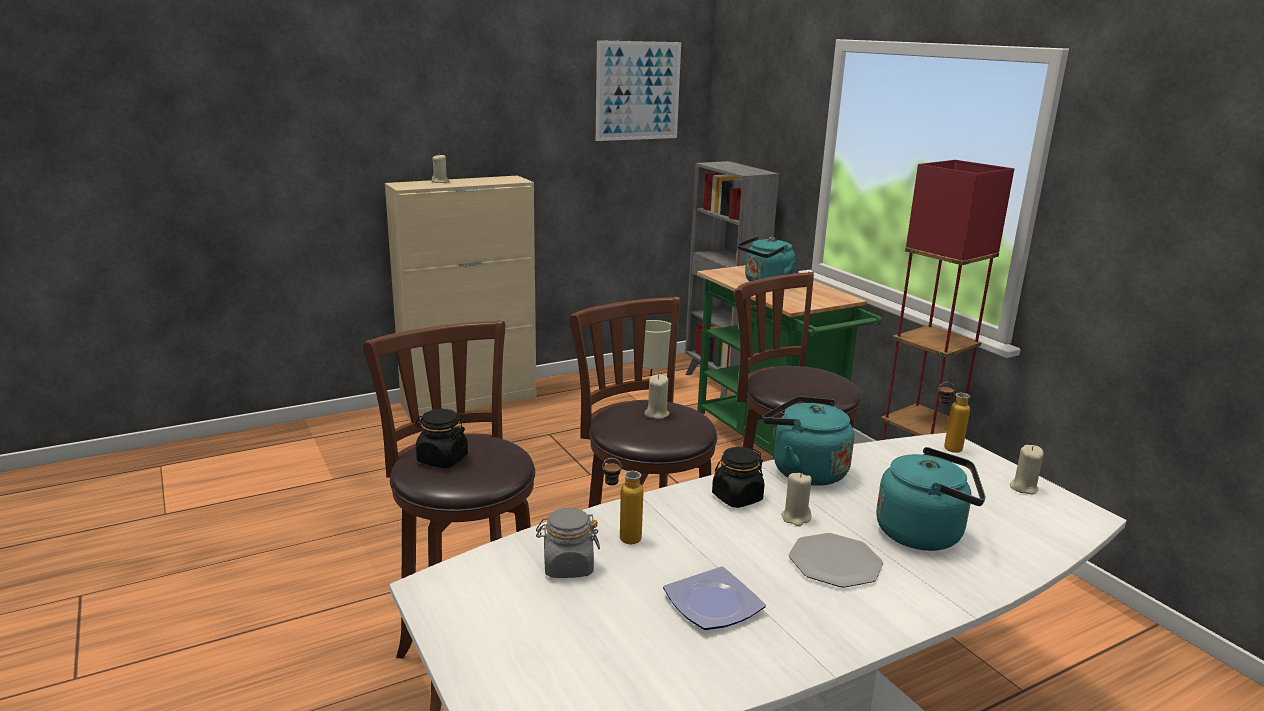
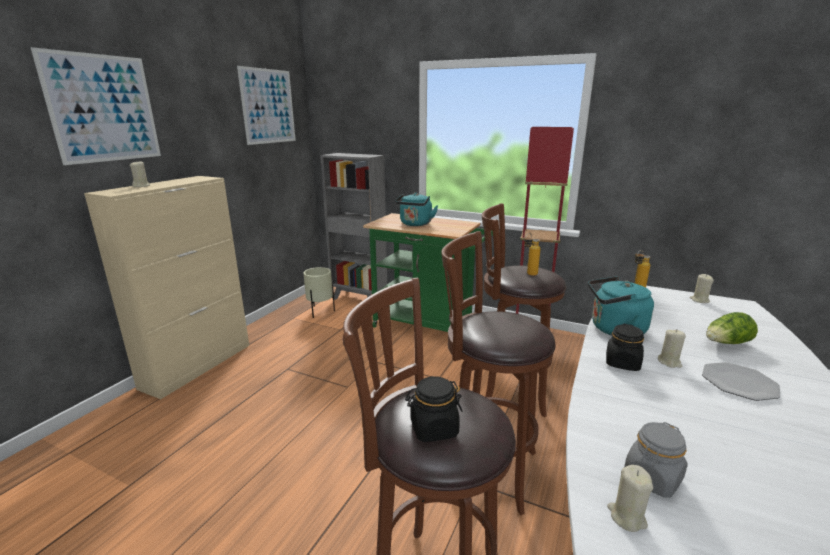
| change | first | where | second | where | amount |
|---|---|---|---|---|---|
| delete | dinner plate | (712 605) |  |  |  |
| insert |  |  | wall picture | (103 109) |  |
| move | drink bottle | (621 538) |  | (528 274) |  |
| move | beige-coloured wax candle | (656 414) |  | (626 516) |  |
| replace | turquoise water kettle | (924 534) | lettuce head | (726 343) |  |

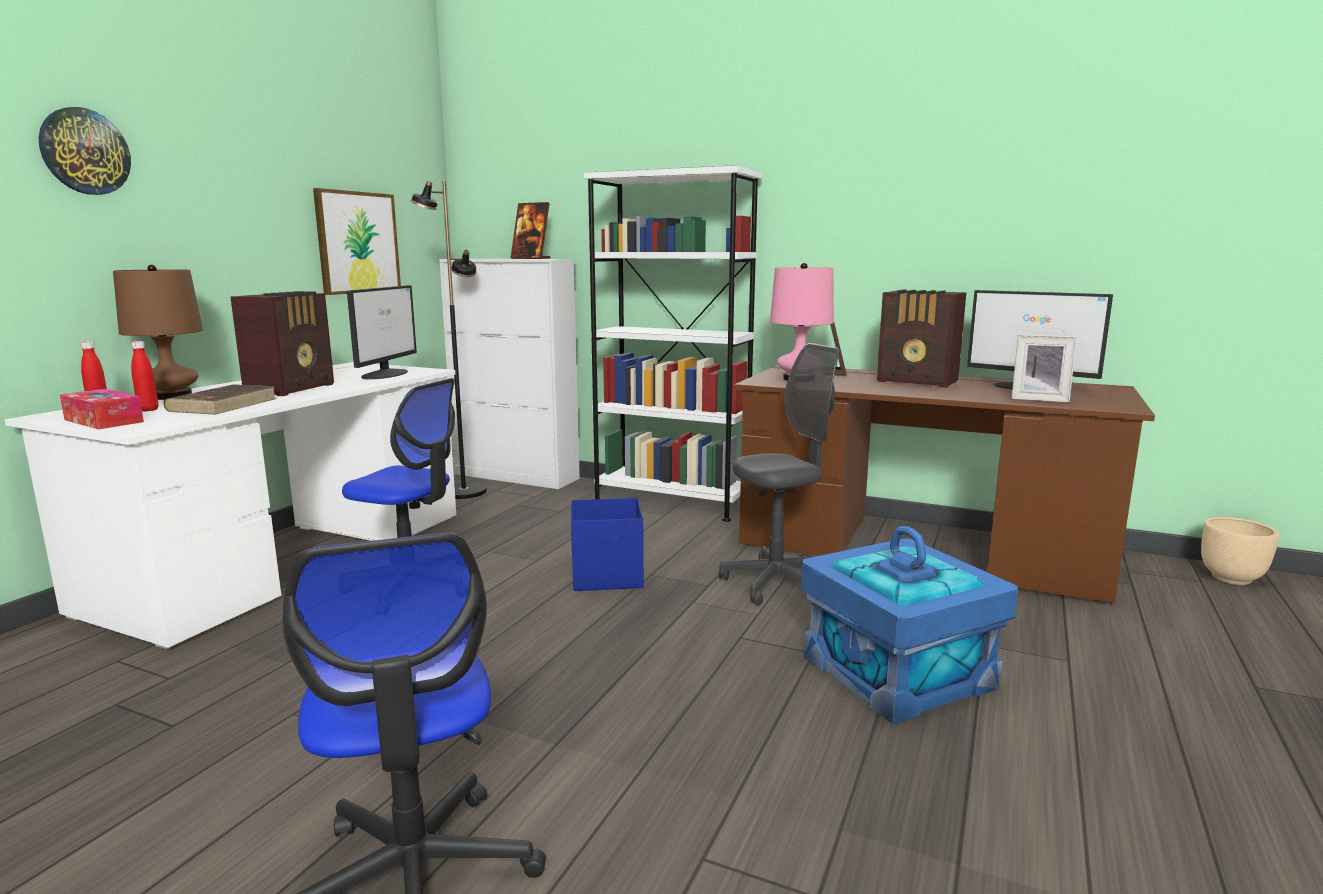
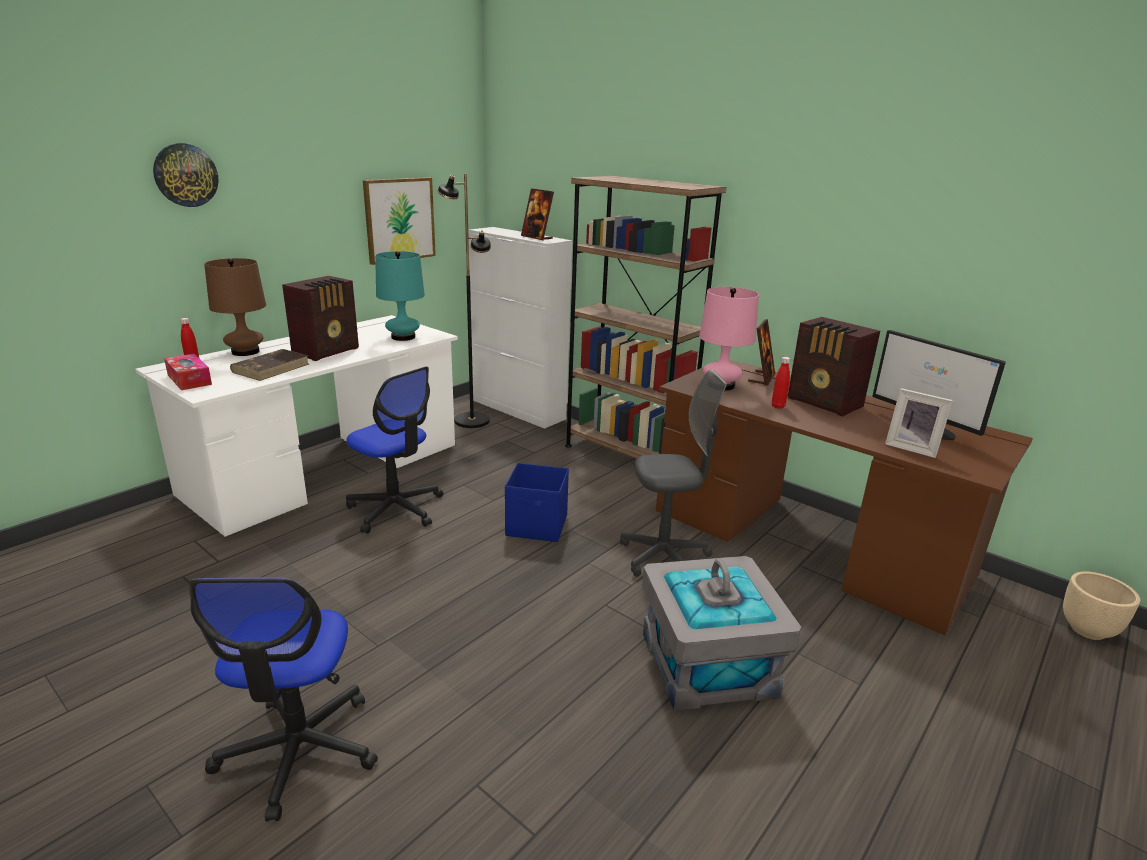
| change | first | where | second | where | amount |
|---|---|---|---|---|---|
| move | reddish drink bottle | (148 410) |  | (778 406) |  |
| replace | computer screen | (386 374) | turquoise table lamp | (403 337) |  |
| recolor | whitish shelving unit | (671 502) | brown-coloured shelving unit | (626 456) |  |
| recolor | blue-coloured storage container | (898 672) | greyish storage container | (708 664) |  |

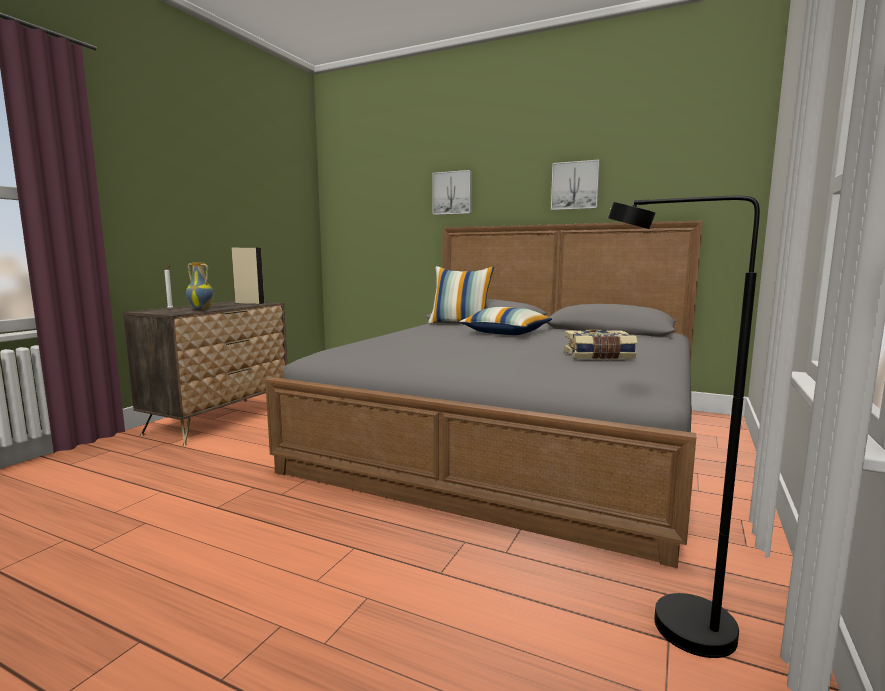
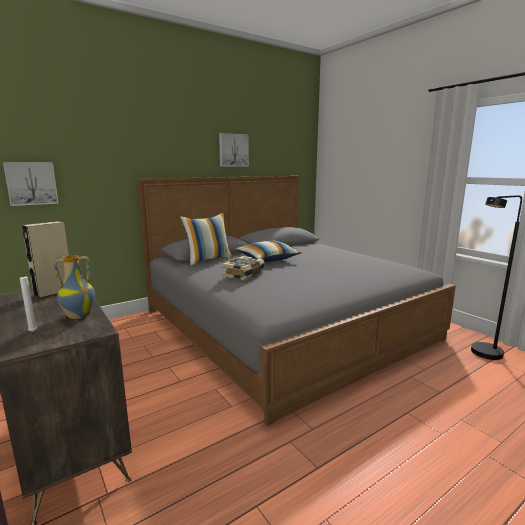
| change | first | where | second | where | amount |
|---|---|---|---|---|---|
| move | wall picture | (452 193) |  | (31 183) |  |
| move | book | (599 356) |  | (244 275) |  |

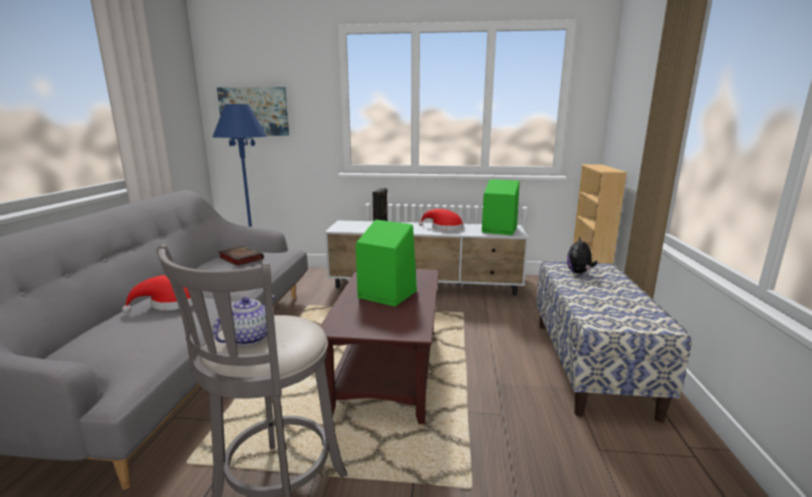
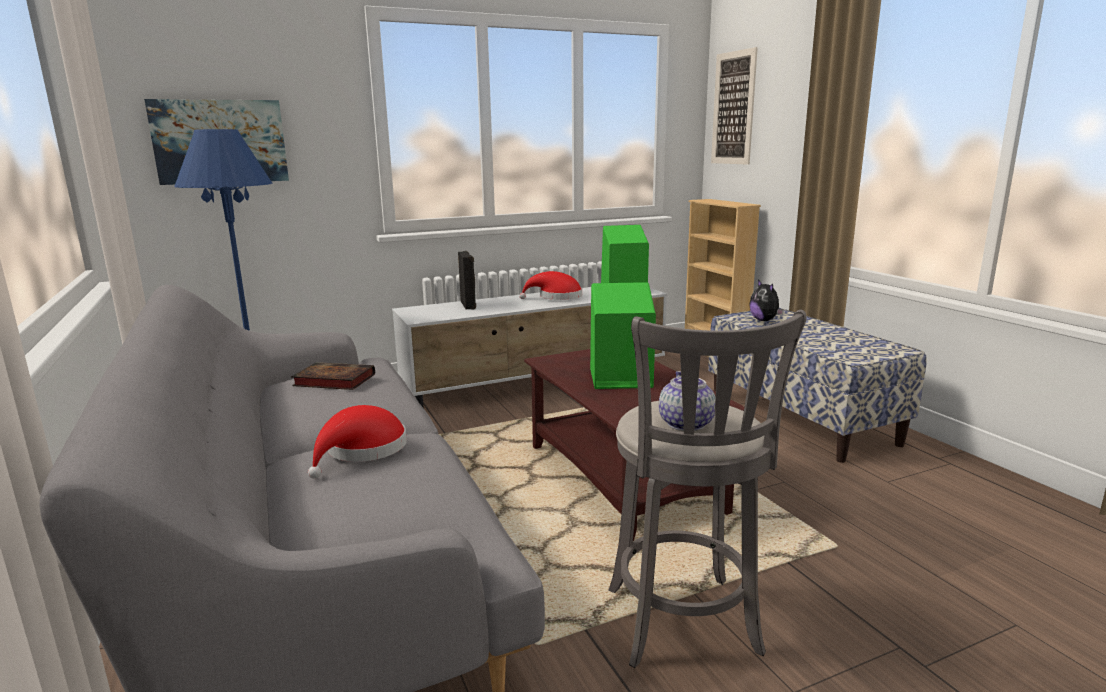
| change | first | where | second | where | amount |
|---|---|---|---|---|---|
| insert |  |  | wall picture | (733 108) |  |

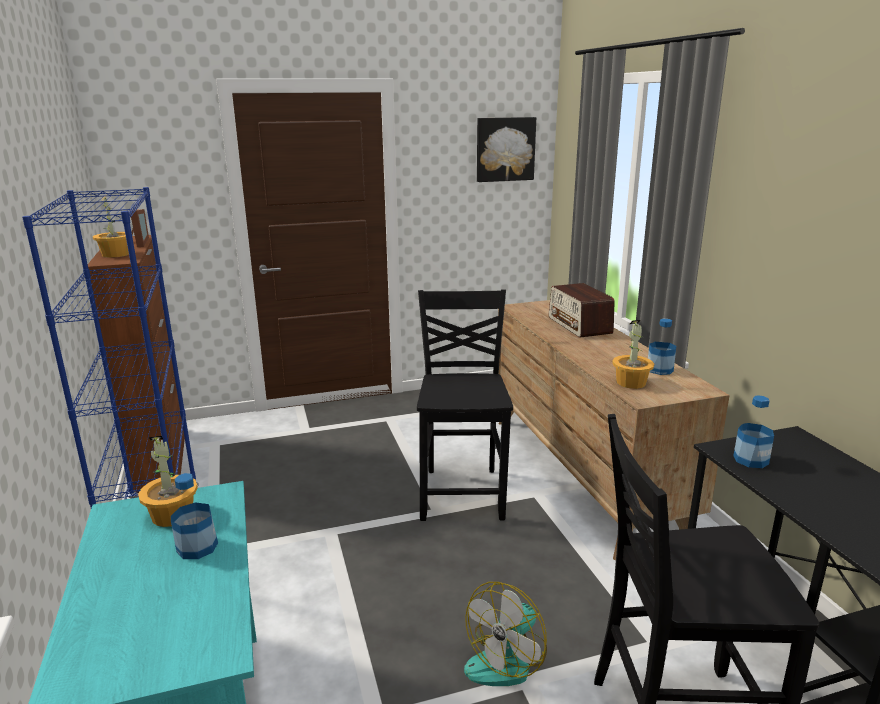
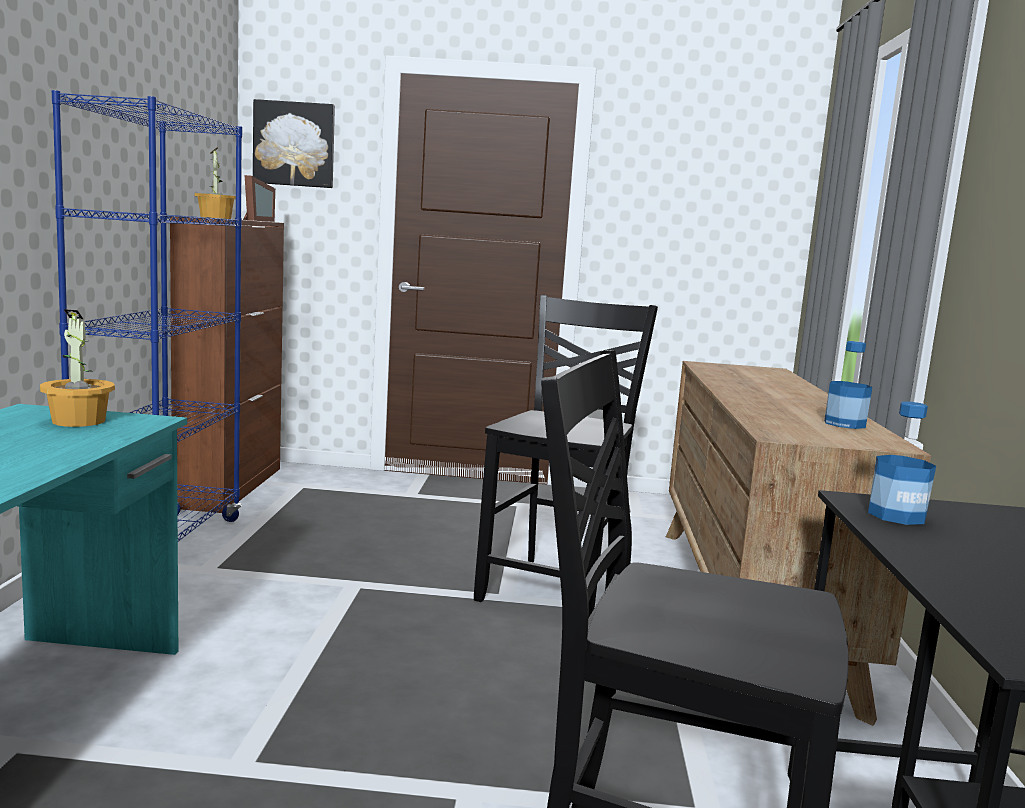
| change | first | where | second | where | amount |
|---|---|---|---|---|---|
| delete | drink bottle | (197 547) |  |  |  |
| delete | electric fan | (508 659) |  |  |  |
| delete | radio set | (579 325) |  |  |  |
| delete | plant in a pot | (631 383) |  |  |  |
| move | wall picture | (505 149) |  | (294 144) |  |

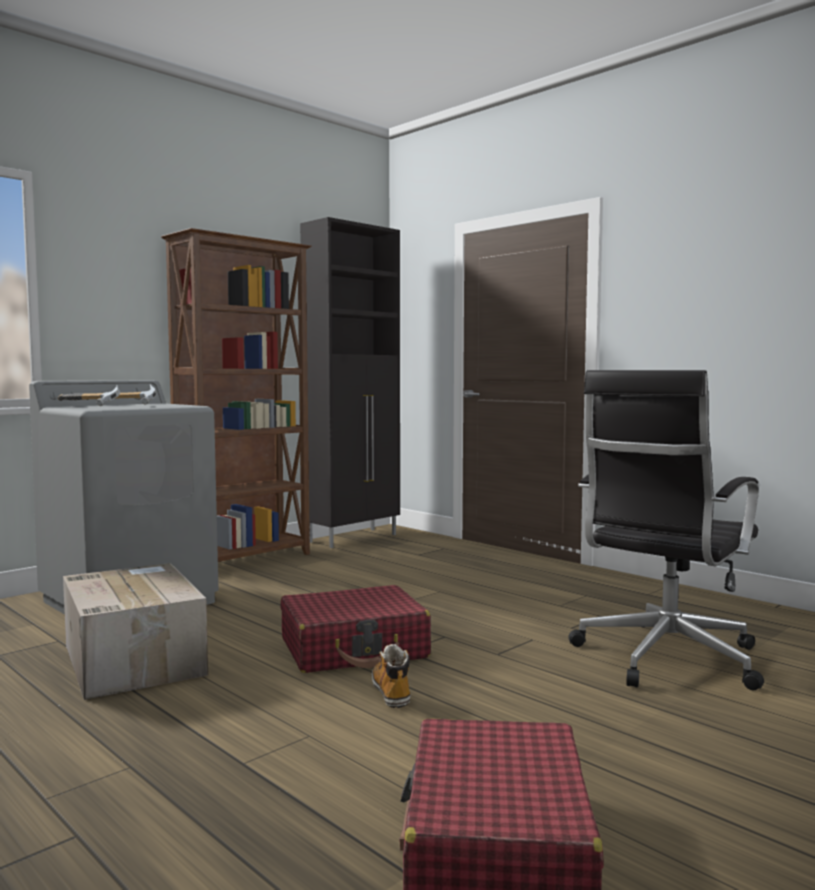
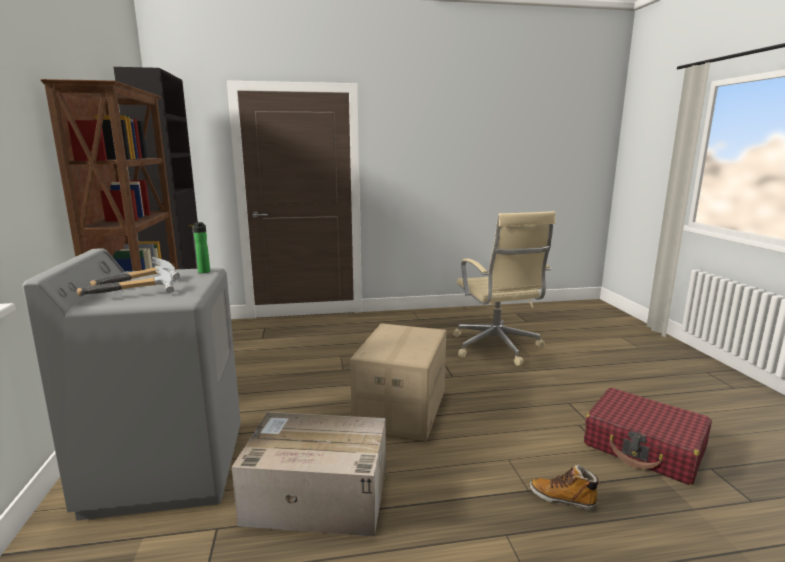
| change | first | where | second | where | amount |
|---|---|---|---|---|---|
| insert |  |  | drink bottle | (204 271) |  |
| move | tall boot | (391 693) |  | (563 499) |  |
| replace | reddish piece of luggage | (354 649) | cardboard box | (400 409) |  |
| recolor | black office chair | (664 659) | beige-coloured office chair | (496 348) |  |

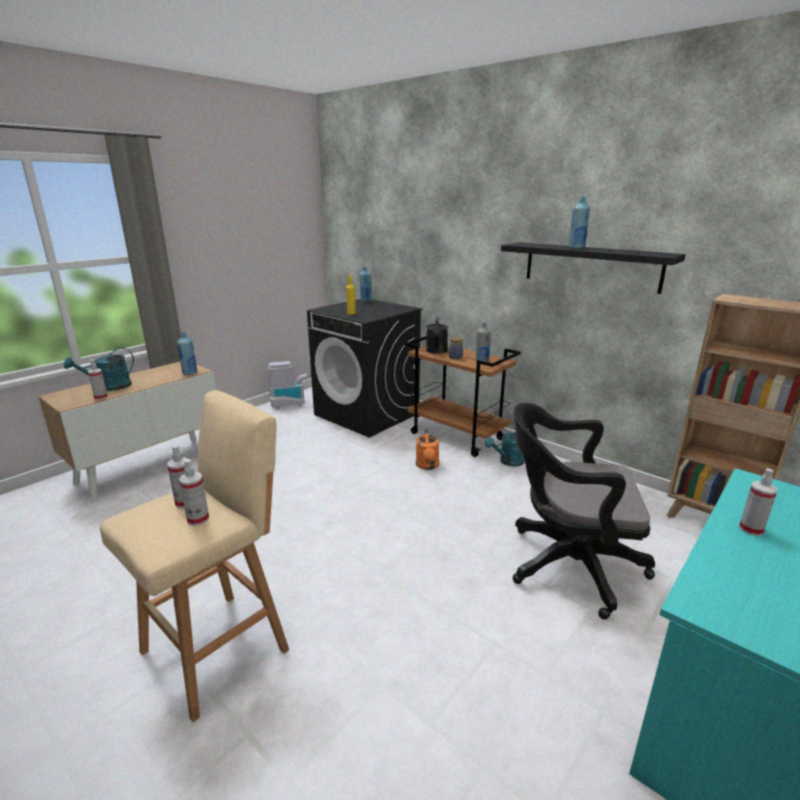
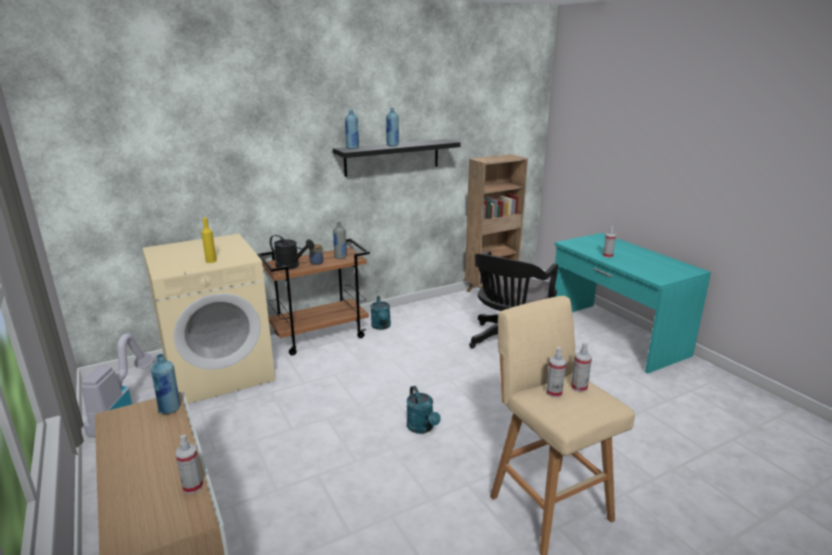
| change | first | where | second | where | amount |
|---|---|---|---|---|---|
| delete | orangey sprinkling can | (427 466) |  |  |  |
| move | turquoise sprinkling can | (109 387) |  | (422 428) |  |
| move | blue-coloured drink bottle | (366 300) |  | (352 148) |  |
| recolor | black laundry appliance | (367 414) | beige-coloured laundry appliance | (219 371) |  |

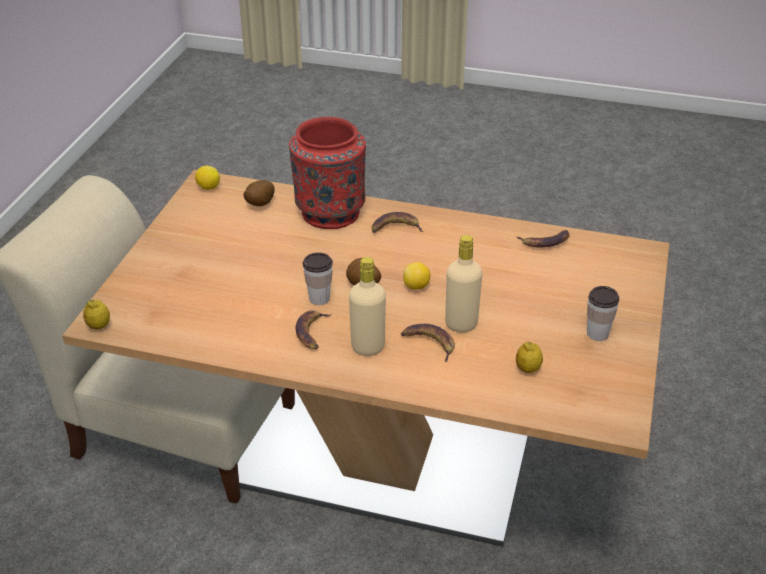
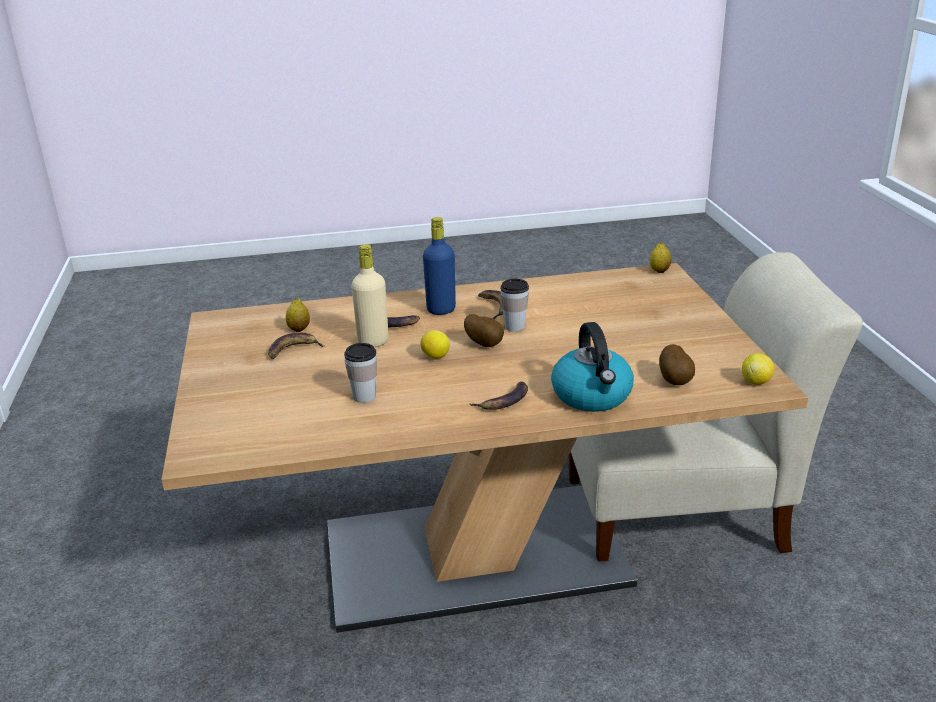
| change | first | where | second | where | amount |
|---|---|---|---|---|---|
| move | banana fruit | (545 242) |  | (293 350) |  |
| move | cup | (597 333) |  | (364 396) |  |
| replace | reddish flower vase | (329 212) | water kettle | (592 396) |  |
| recolor | beige-coloured drink bottle | (368 347) | blue-coloured drink bottle | (441 310) |  |

